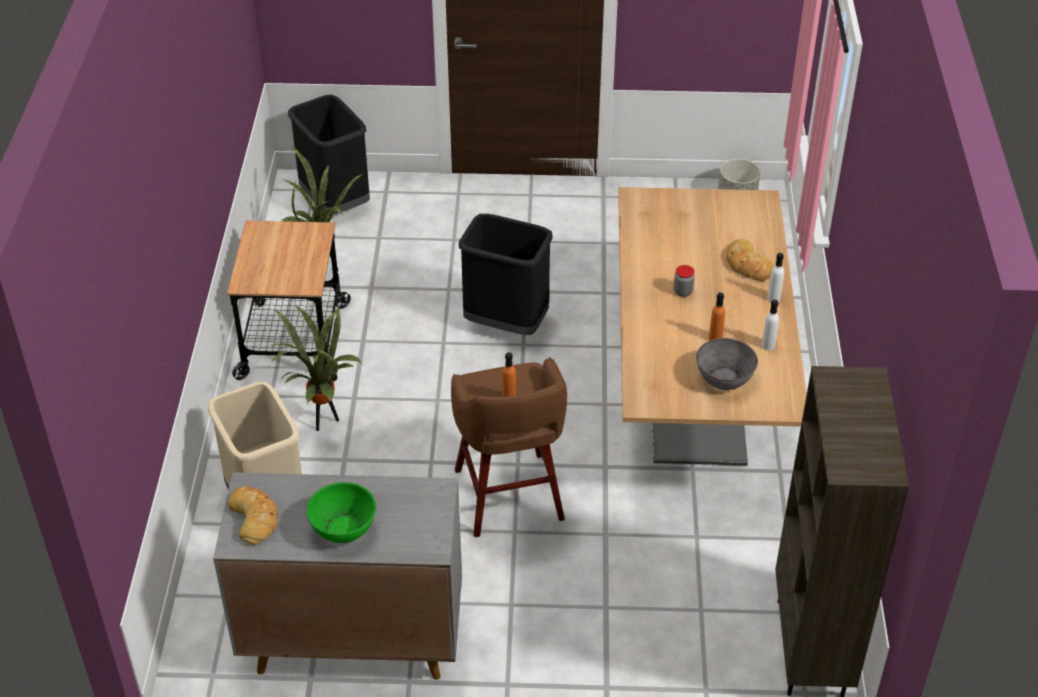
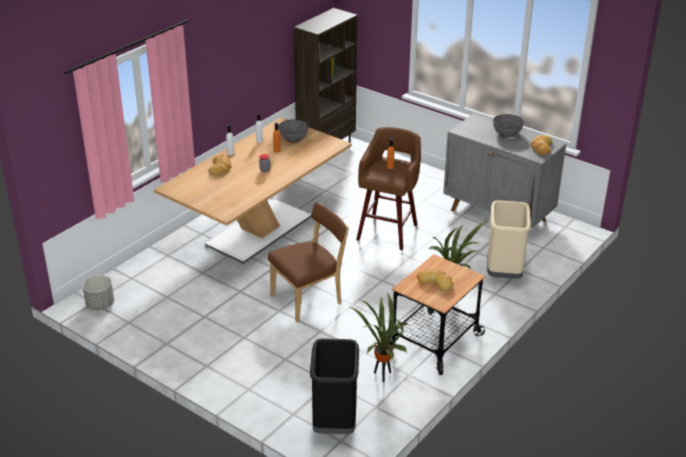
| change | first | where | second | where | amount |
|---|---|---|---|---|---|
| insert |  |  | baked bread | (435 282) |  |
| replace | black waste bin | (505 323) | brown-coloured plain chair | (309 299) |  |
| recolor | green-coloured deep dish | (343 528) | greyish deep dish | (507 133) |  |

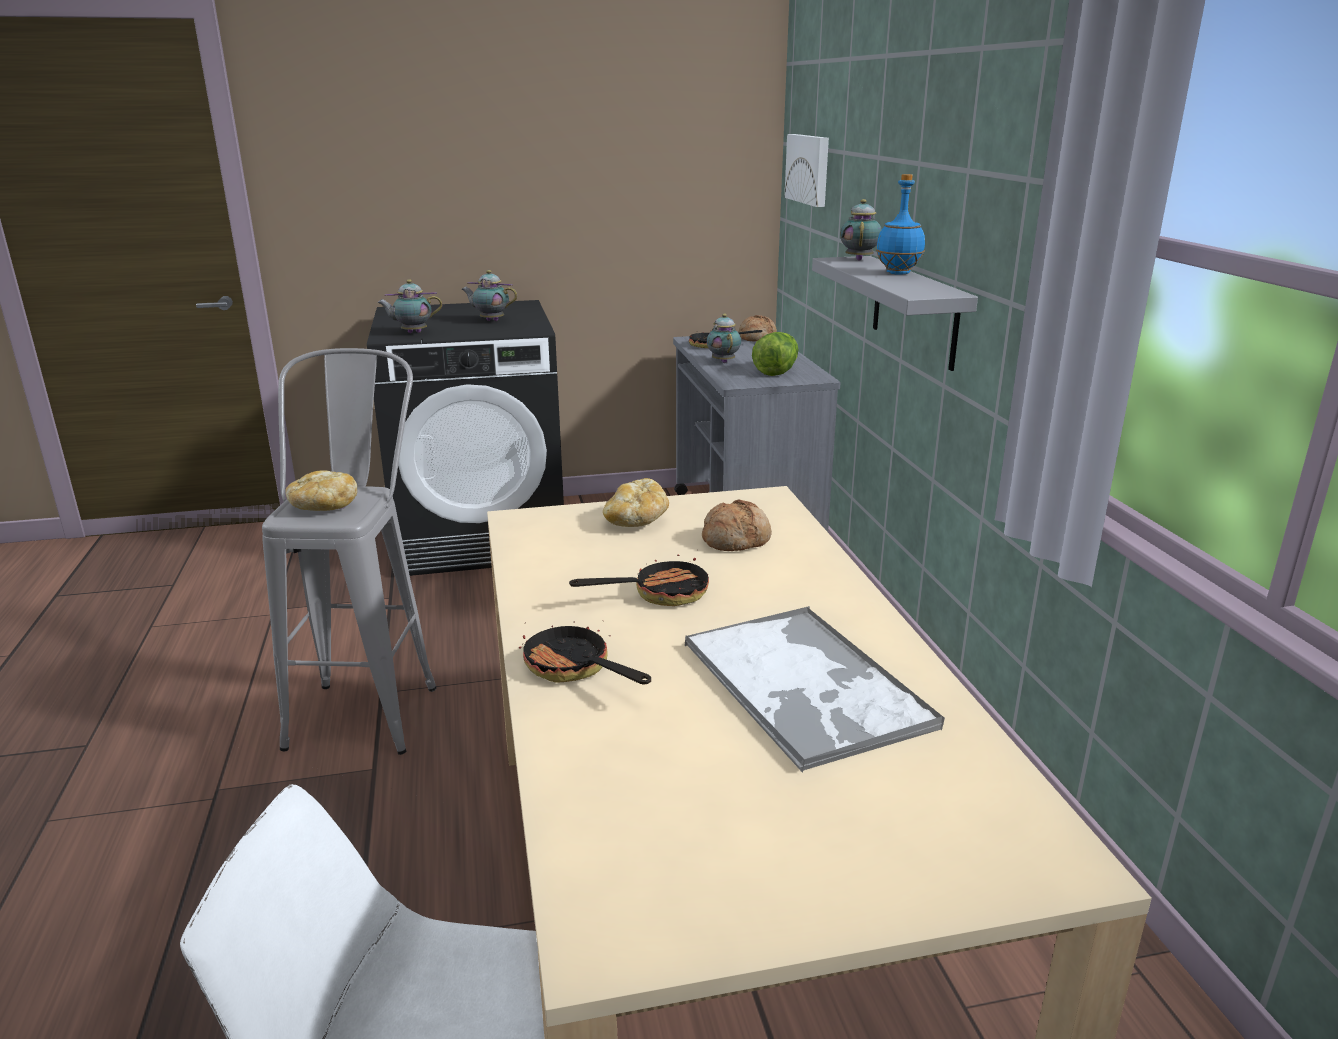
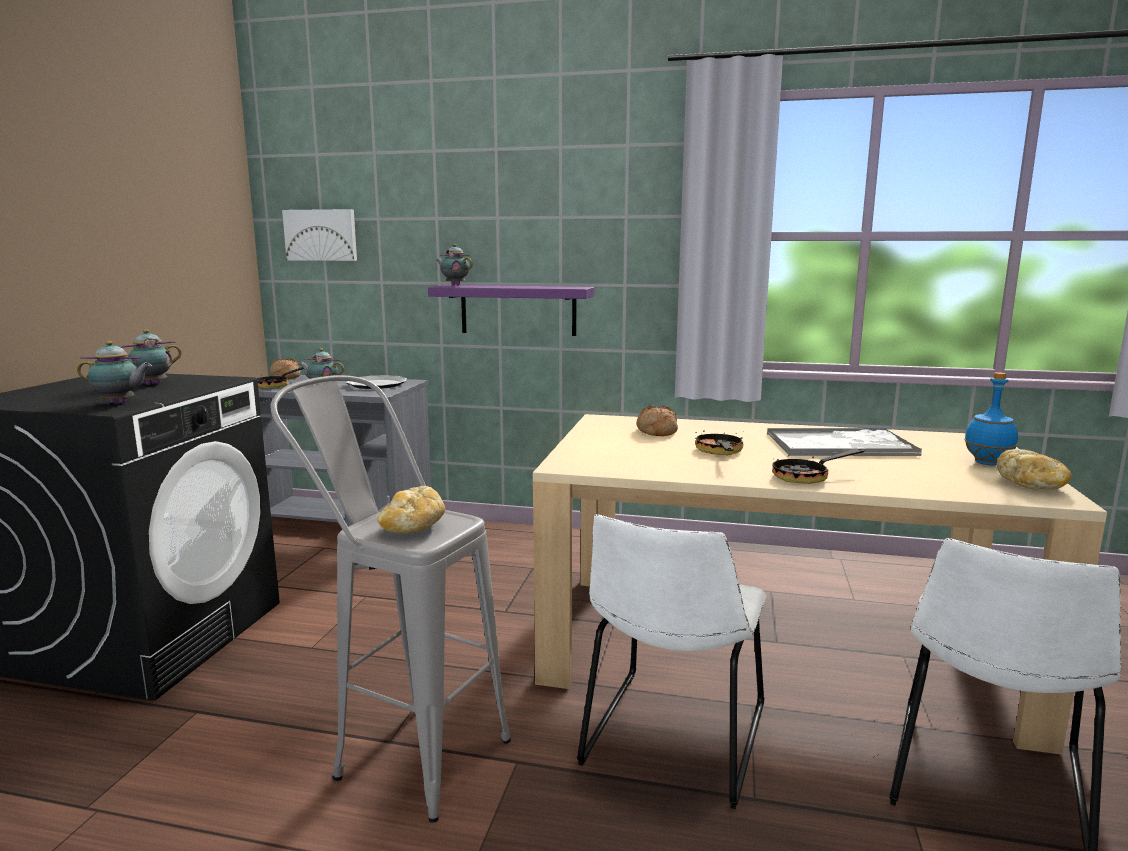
| change | first | where | second | where | amount |
|---|---|---|---|---|---|
| insert |  |  | whitish plain chair | (672 739) |  |
| move | baked bread | (636 521) |  | (1032 486) |  |
| move | blue-coloured drink bottle | (899 273) |  | (987 463) |  |
| replace | lettuce head | (776 371) | dinner plate | (376 384) |  |
| recolor | greyish wall shelf | (914 311) | purple-coloured wall shelf | (518 310) |  |
| rotate | pot for tea | (412 332) |  | (120 403) | 105 degrees counterclockwise |

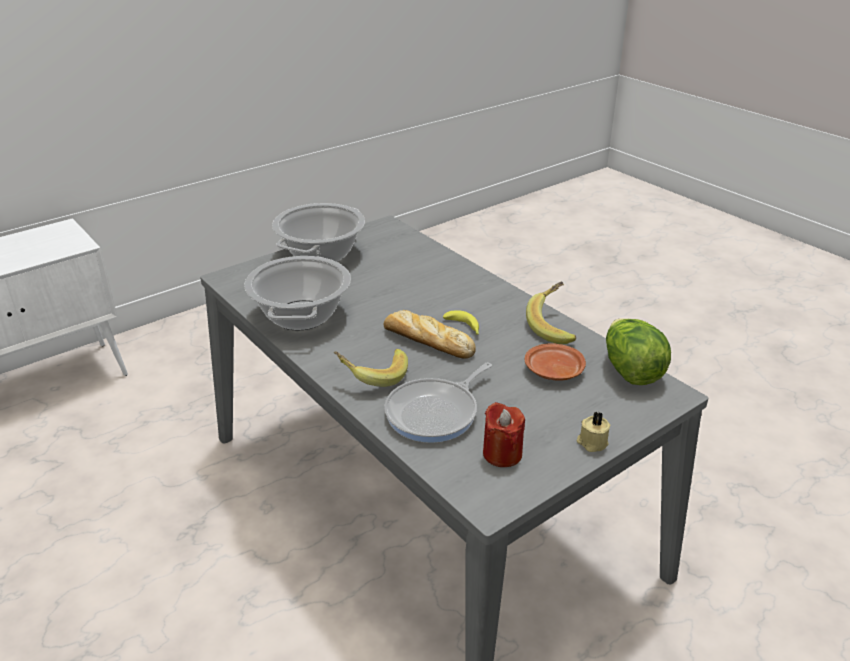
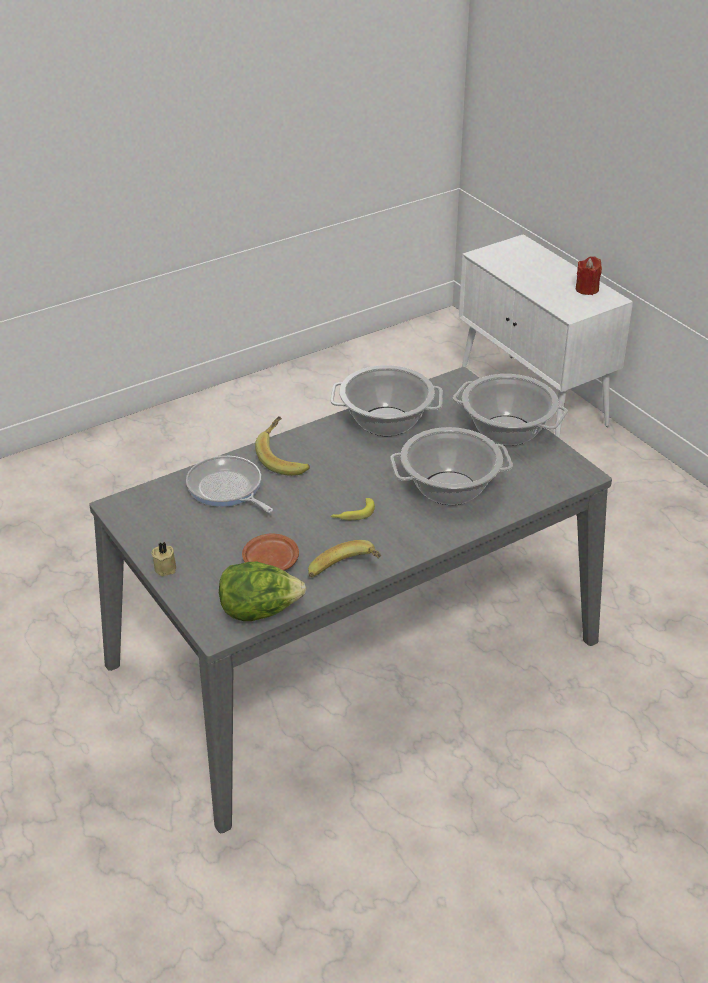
| change | first | where | second | where | amount |
|---|---|---|---|---|---|
| delete | baked bread | (426 341) |  |  |  |
| insert |  |  | cooking pot | (449 489) |  |
| move | reddish wax candle | (502 454) |  | (587 289) |  |

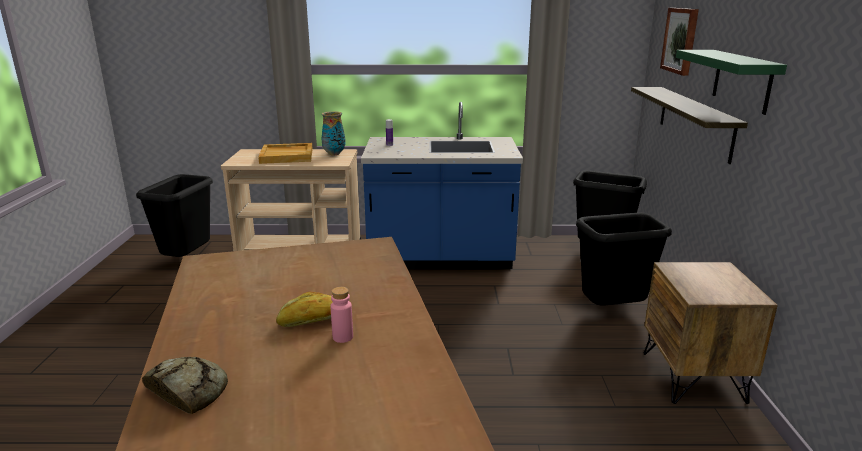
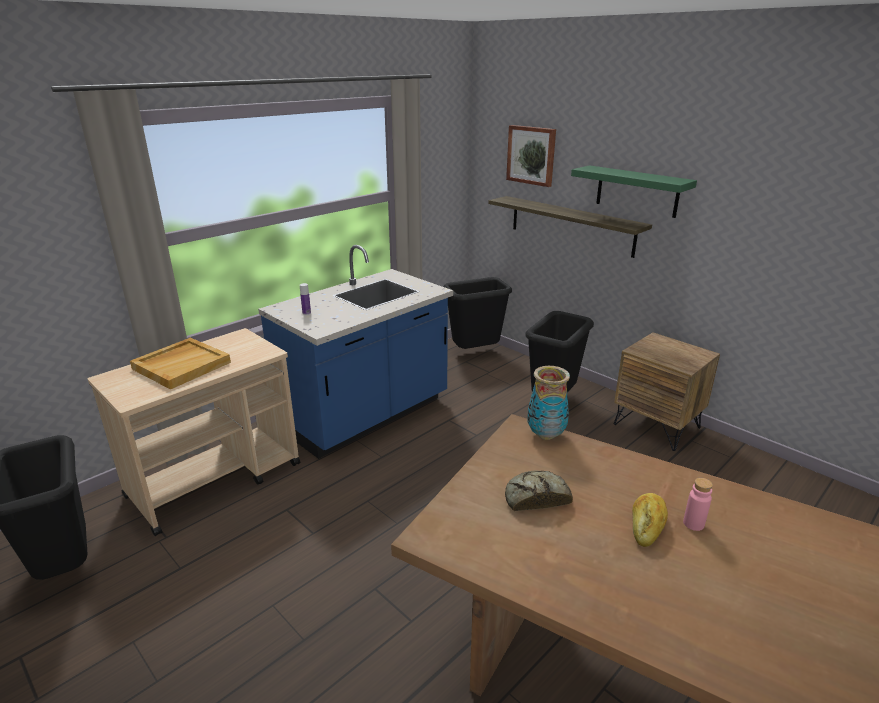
| change | first | where | second | where | amount |
|---|---|---|---|---|---|
| move | baked bread | (187 390) |  | (535 497) |  |
| move | flower vase | (334 154) |  | (545 434) |  |

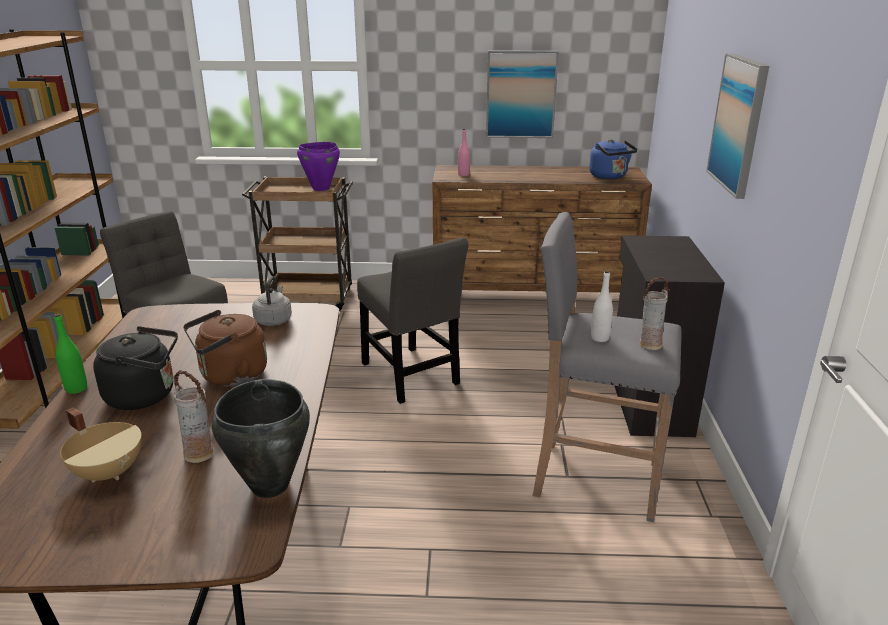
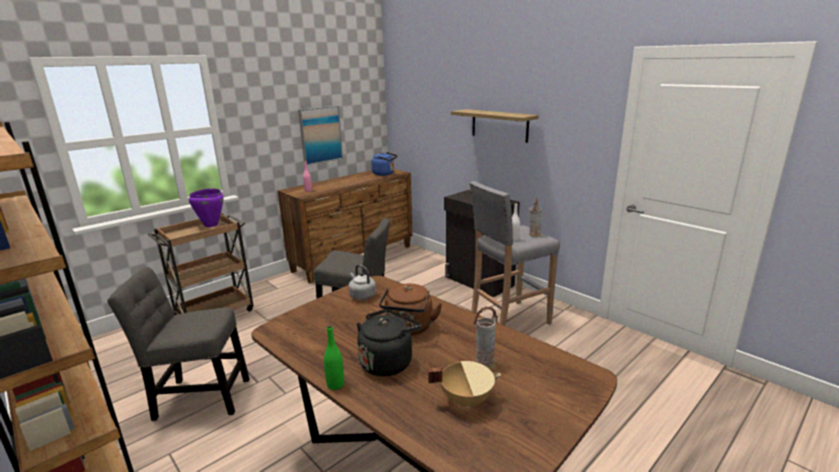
| change | first | where | second | where | amount |
|---|---|---|---|---|---|
| delete | black cooking pot | (269 486) |  |  |  |
| replace | wall picture | (738 124) | wall shelf | (499 125) |  |

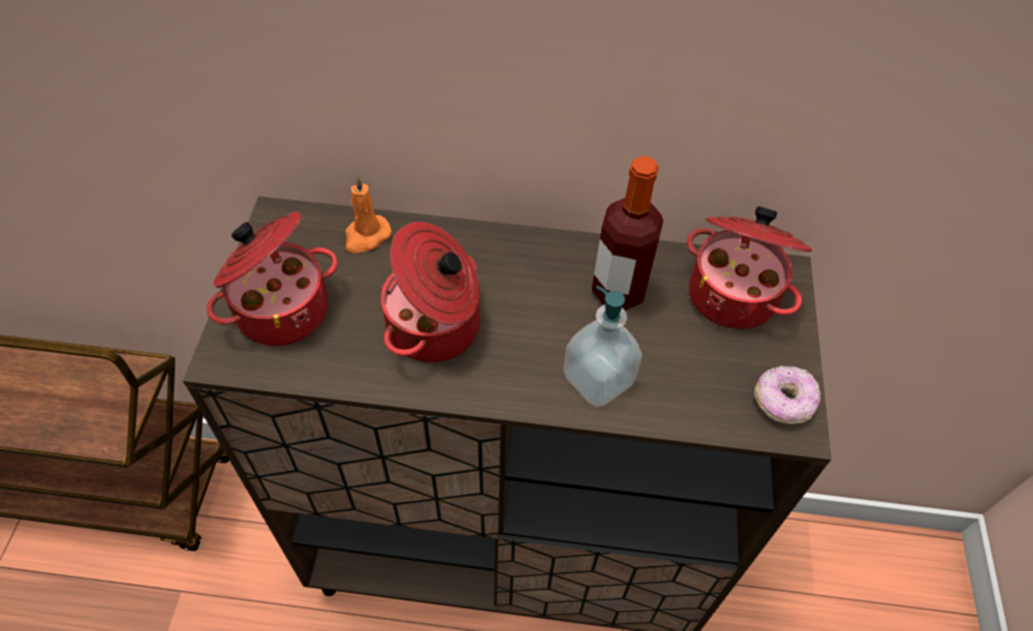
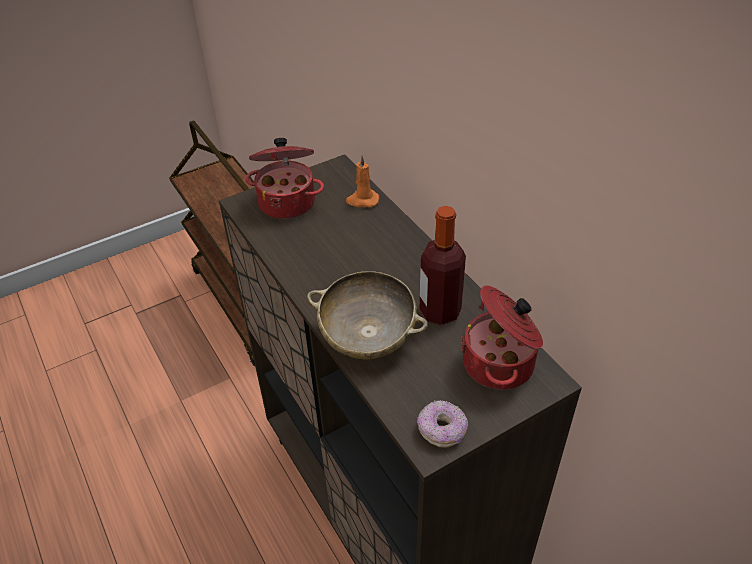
| change | first | where | second | where | amount |
|---|---|---|---|---|---|
| delete | cooking pot | (436 328) |  |  |  |
| replace | soap dispenser | (598 379) | beige-coloured deep dish | (368 337) |  |

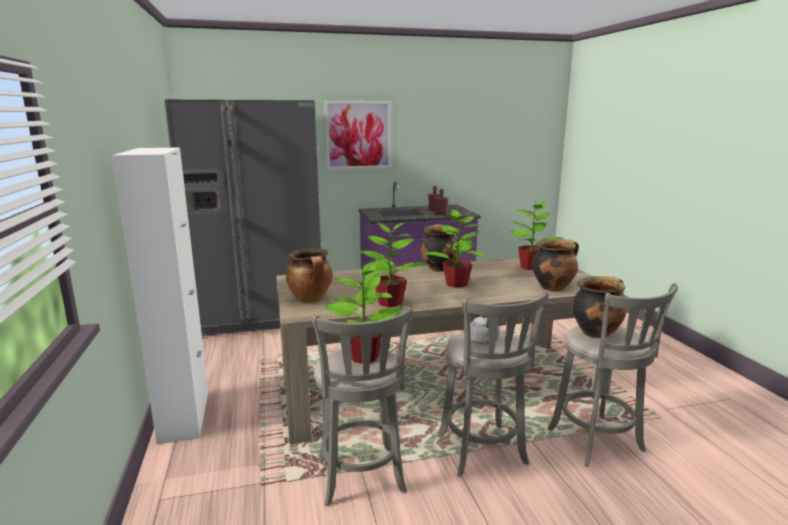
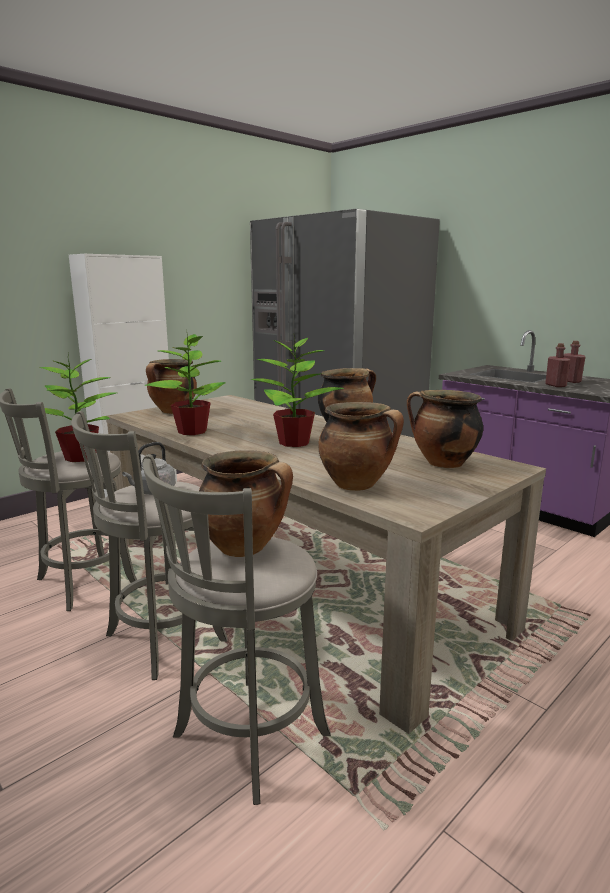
| change | first | where | second | where | amount |
|---|---|---|---|---|---|
| delete | wall picture | (358 135) |  |  |  |
| replace | plant in a pot | (530 267) | cooking pot | (442 464) |  |

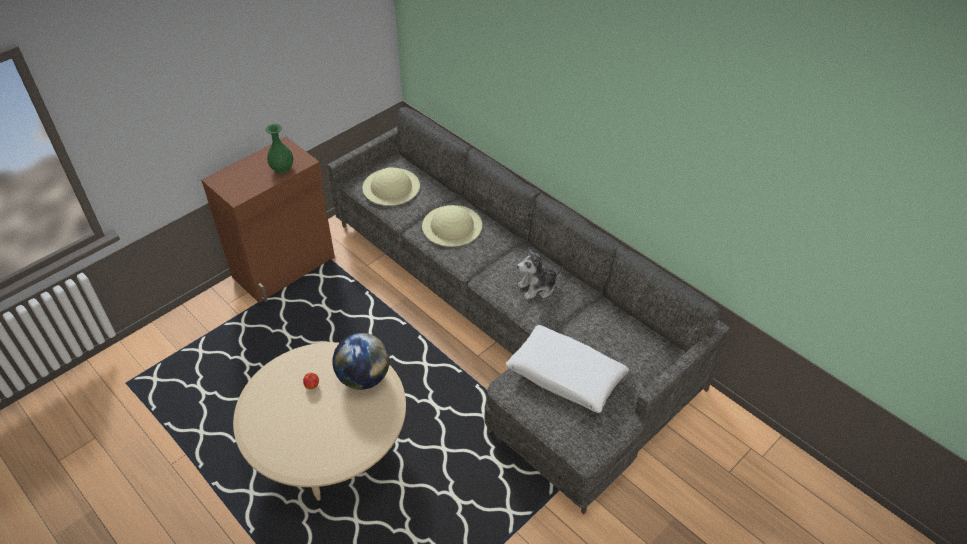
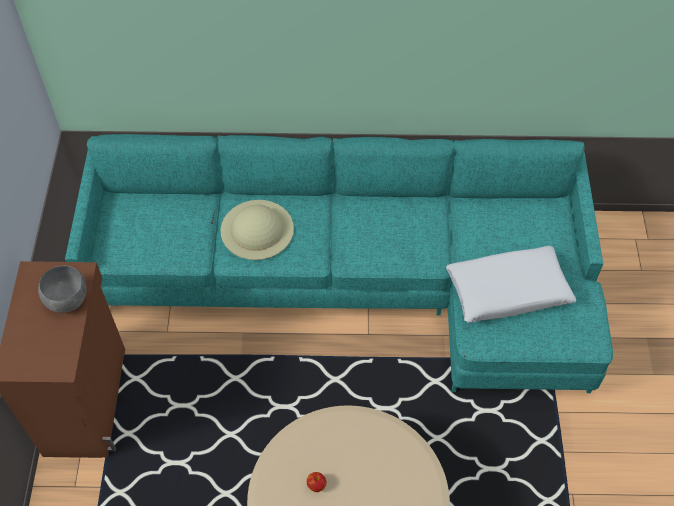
| change | first | where | second | where | amount |
|---|---|---|---|---|---|
| delete | world globe | (364 377) |  |  |  |
| delete | beige-coloured clothing hat | (391 186) |  |  |  |
| delete | cuddly toy | (537 287) |  |  |  |
| replace | green-coloured flower vase | (282 168) | greyish deep dish | (68 299) |  |
| recolor | greyish sofa | (513 321) | turquoise sofa | (360 278) |  |

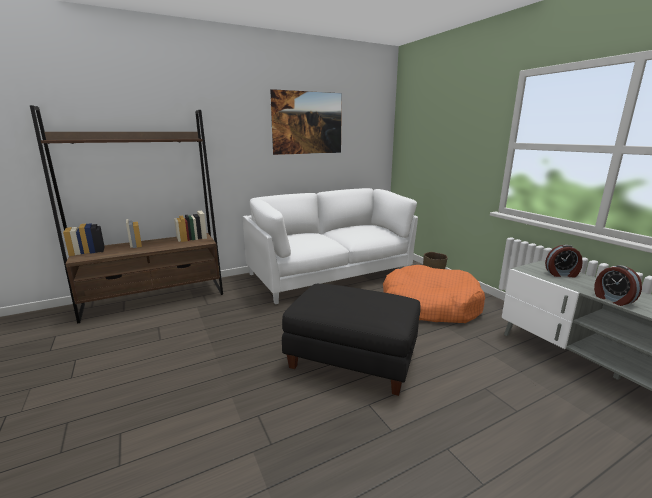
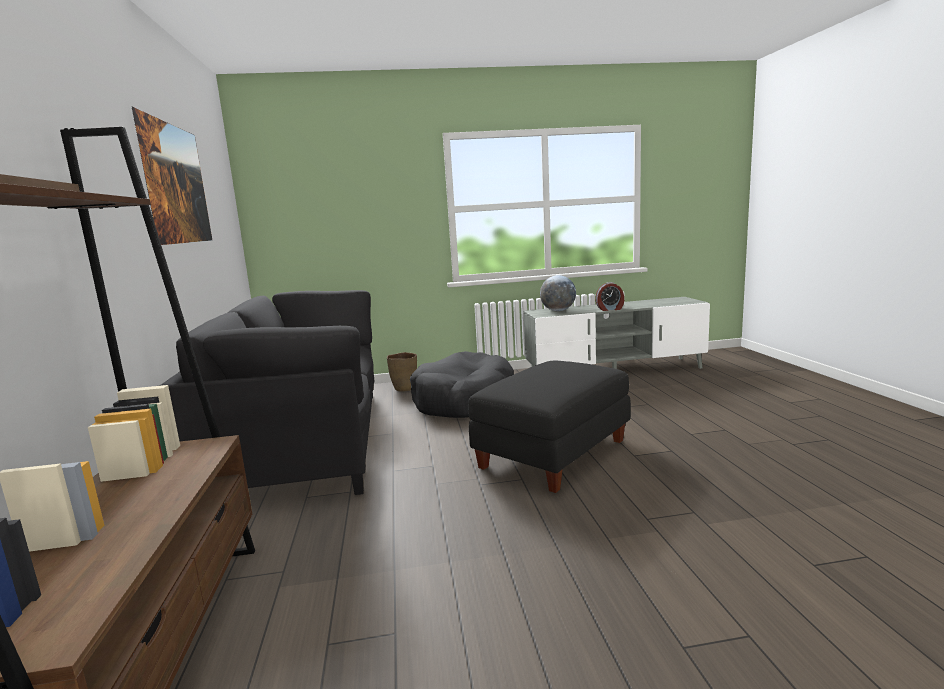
| change | first | where | second | where | amount |
|---|---|---|---|---|---|
| replace | bedside clock | (561 274) | world globe | (558 310) |  |
| recolor | whitish sofa | (329 274) | black sofa | (304 442) |  |
| recolor | orangey dog cushion | (430 305) | black dog cushion | (464 400) |  |

